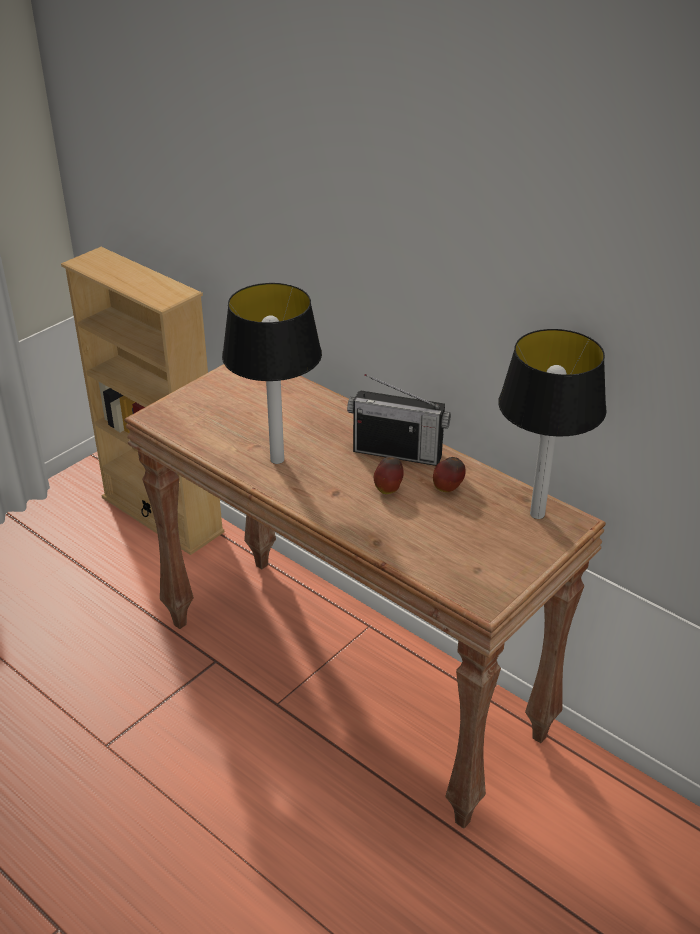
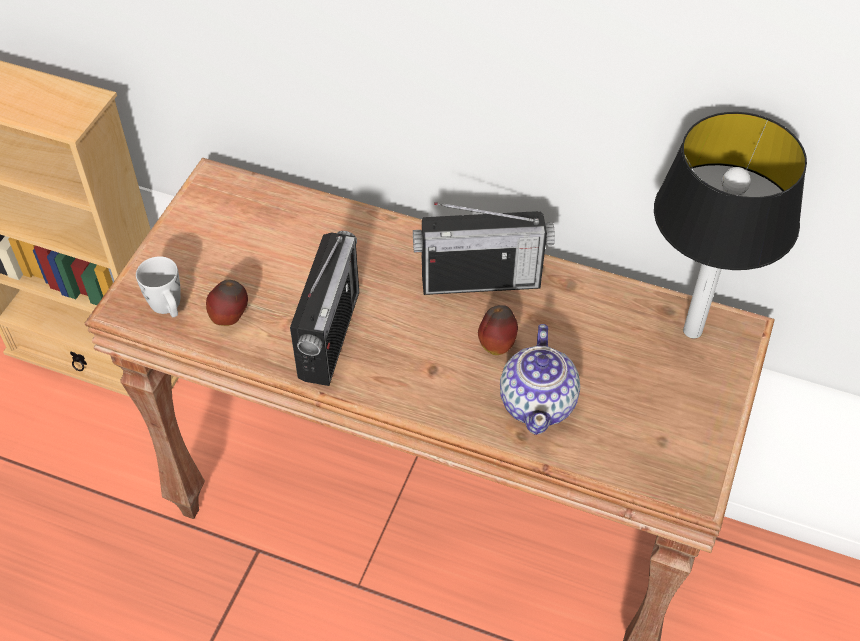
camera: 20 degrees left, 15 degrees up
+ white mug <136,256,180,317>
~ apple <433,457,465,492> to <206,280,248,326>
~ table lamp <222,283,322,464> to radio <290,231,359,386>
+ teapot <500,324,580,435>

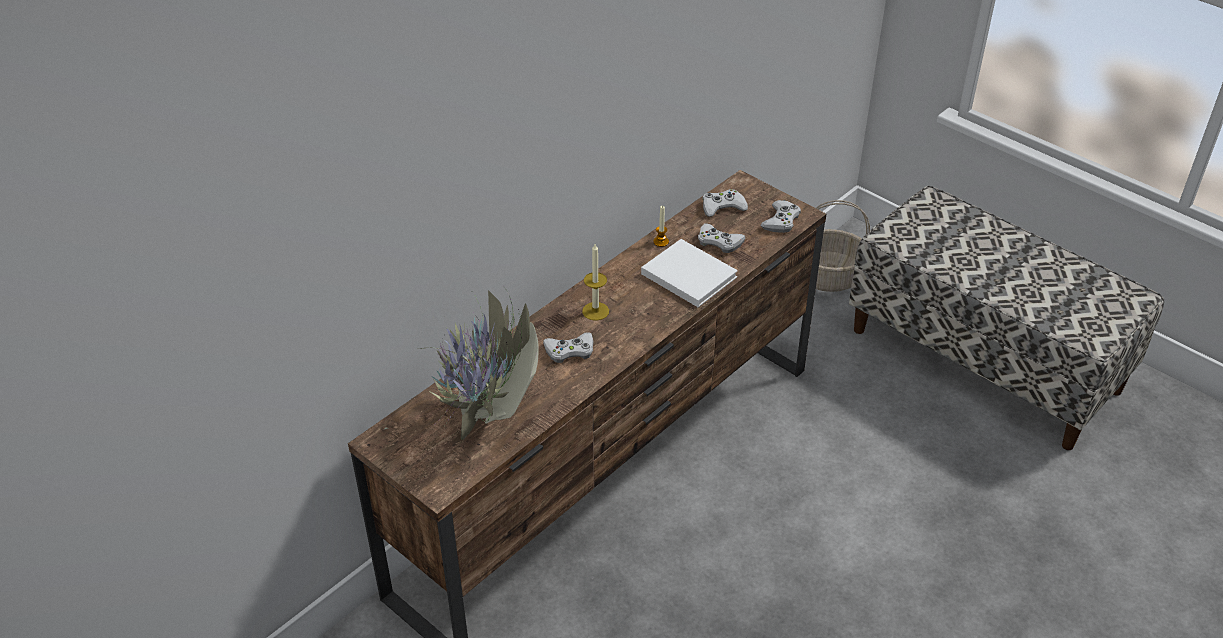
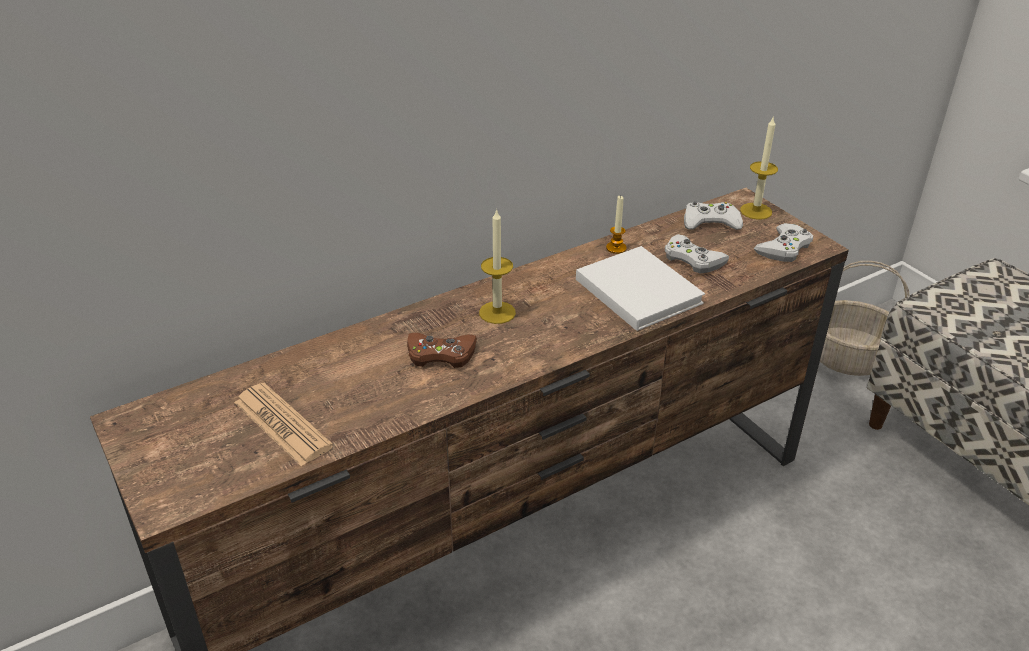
camera: 15 degrees right, 5 degrees down
~ potted plant <383,288,539,440> to newspaper <234,382,333,466>
~ white game controller <543,332,593,363> to brown game controller <407,333,477,368>
+ candle <740,116,778,220>

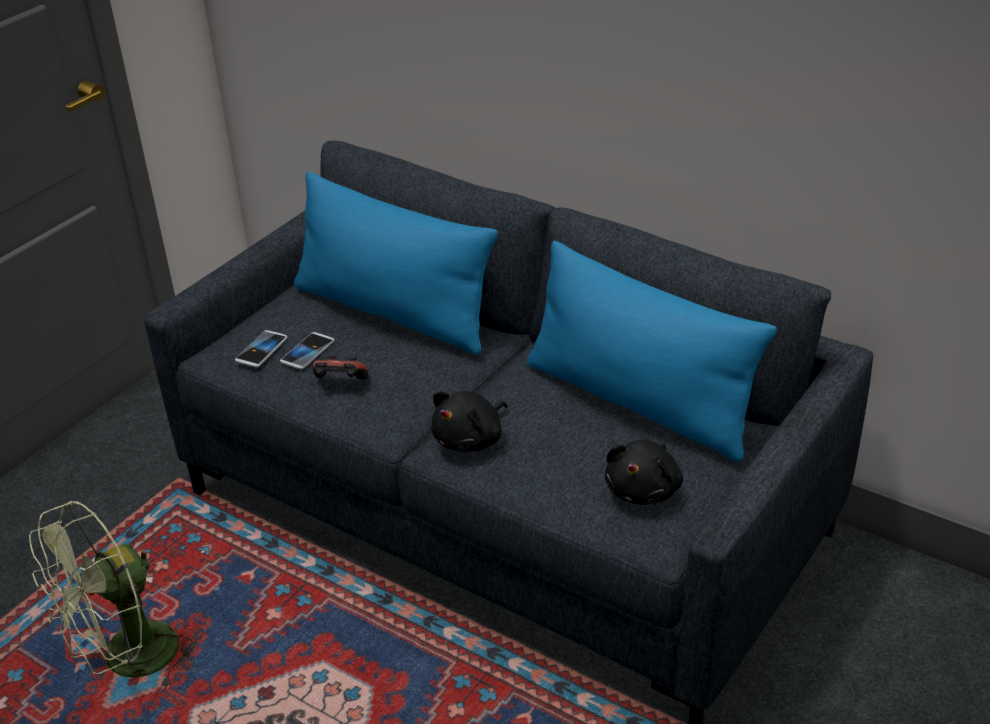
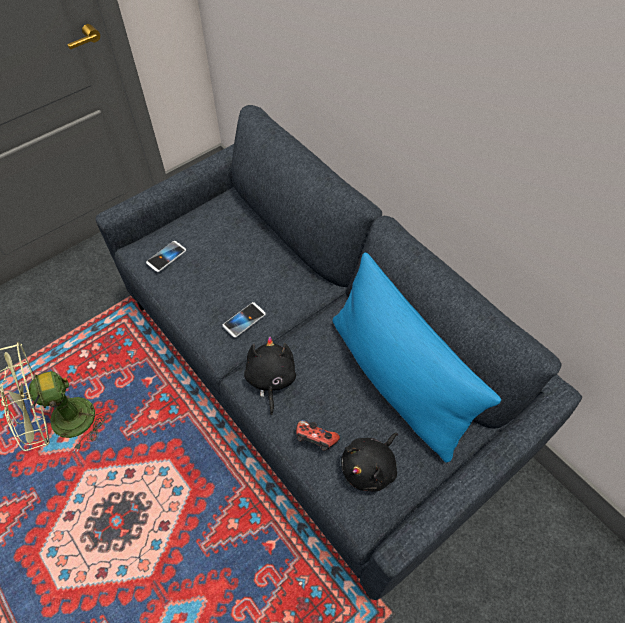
camera: 15 degrees right, 20 degrees up
~ phone <280,332,335,369> to <223,302,266,338>
~ black plush toy <431,391,507,452> = <244,336,296,415> 120 degrees clockwise
~ game controller <313,355,368,380> to <296,420,340,451>
- blue pillow <294,171,498,355>

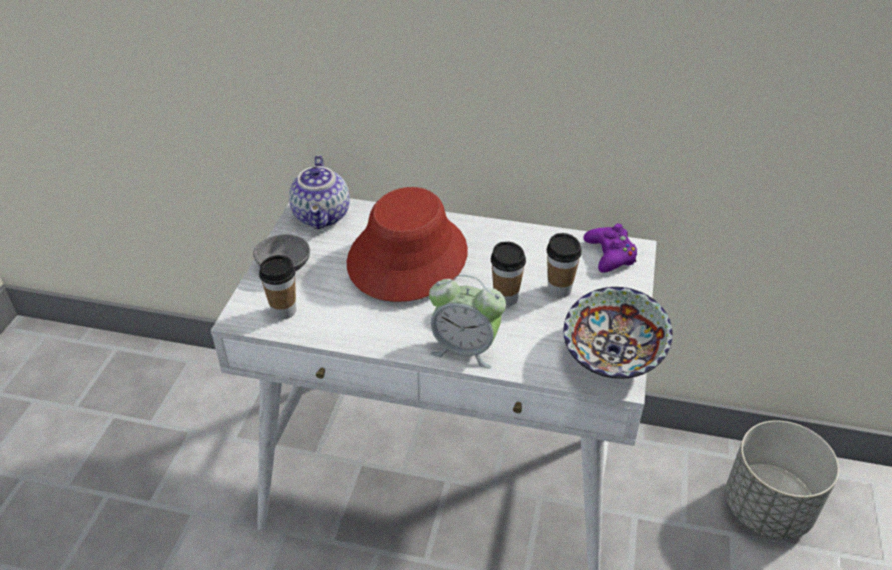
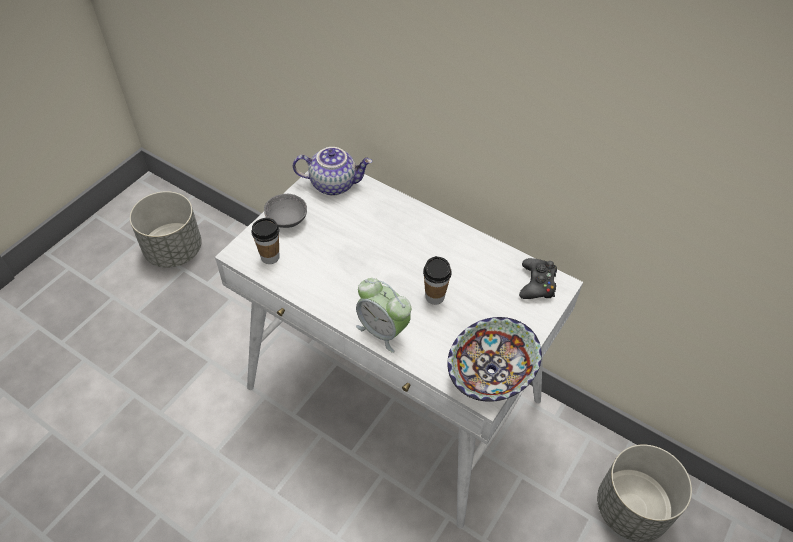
camera: 20 degrees right, 10 degrees up
+ grey planter <130,191,202,267>
~ teapot <289,155,350,229> = <293,147,373,196> 105 degrees counterclockwise
~ purple game controller <583,223,637,273> to black game controller <519,258,557,299>
- red hat <347,187,468,302>
- cup <547,233,582,297>

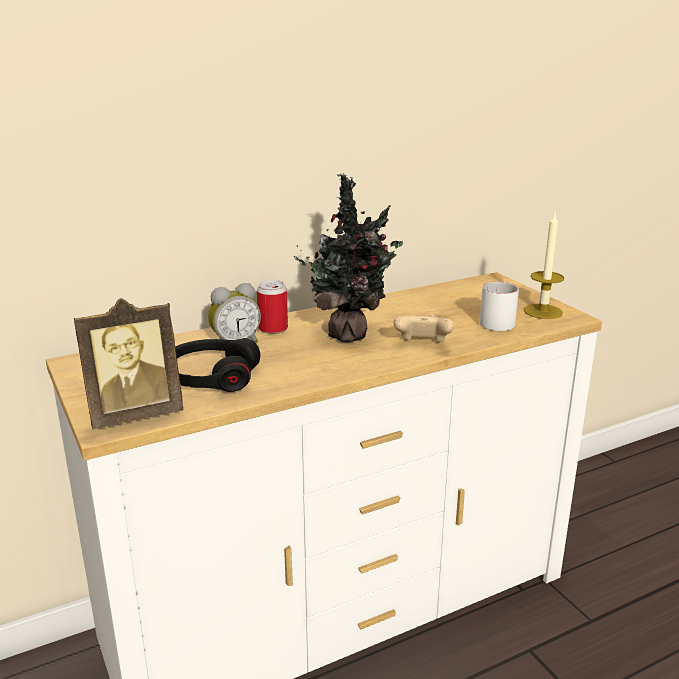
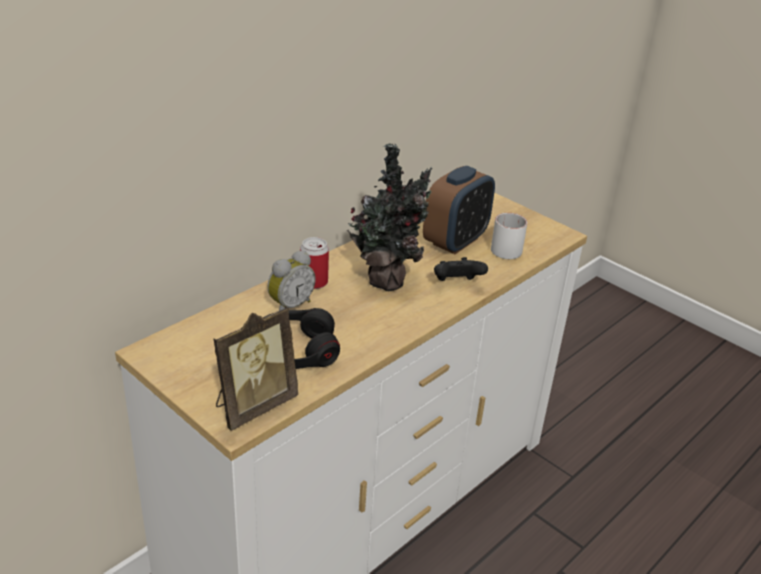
camera: 20 degrees left, 10 degrees up
+ alarm clock <423,166,495,254>
~ beige game controller <393,314,454,342> to black game controller <434,257,488,281>
- candle <524,213,564,319>

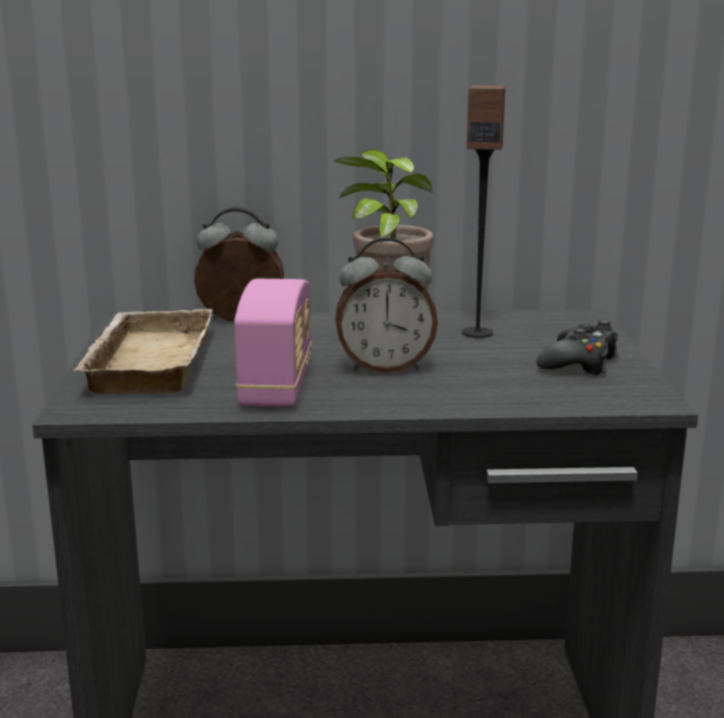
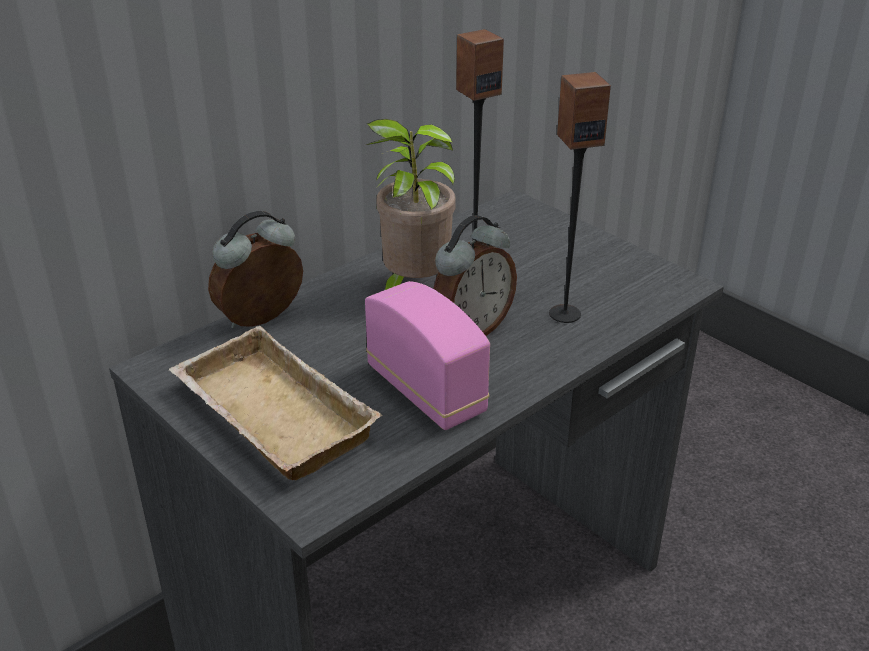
camera: 40 degrees left, 15 degrees up
+ speaker <549,72,611,323>
- black game controller <536,320,619,375>

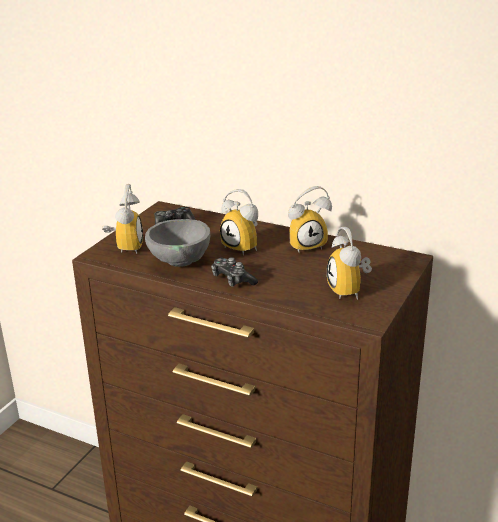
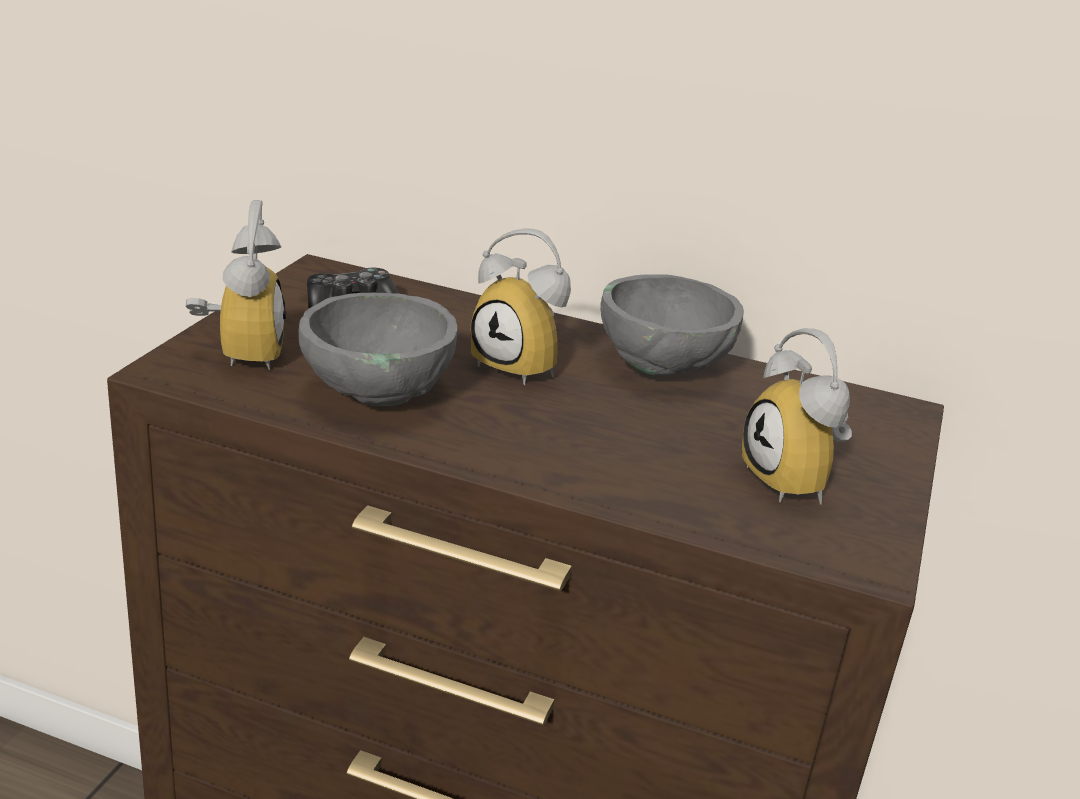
camera: 10 degrees left, 0 degrees up
~ alarm clock <288,186,332,253> to grey bowl <600,274,744,376>
- game controller <211,257,258,287>

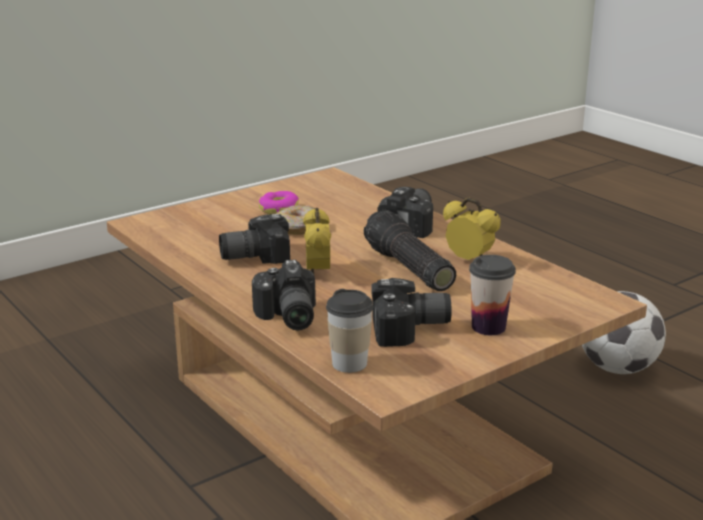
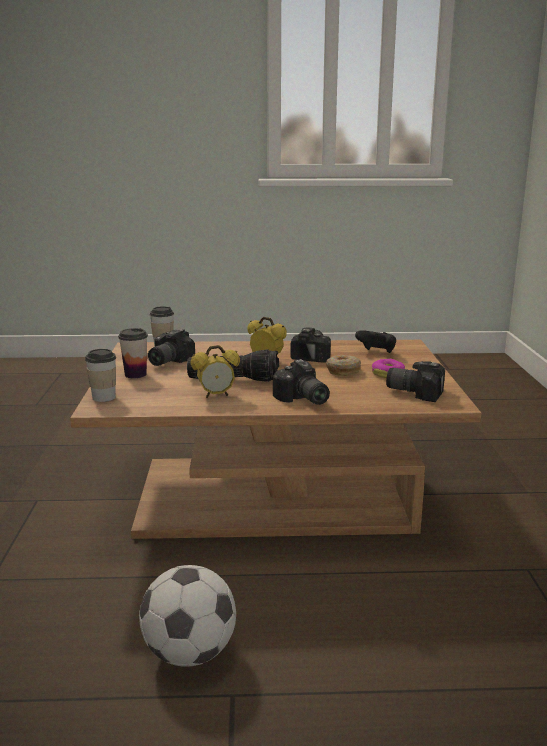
camera: 125 degrees right, 5 degrees down
+ cup <85,349,116,402>
+ black game controller <355,330,396,353>
~ photo camera <252,260,316,330> to <386,361,445,402>

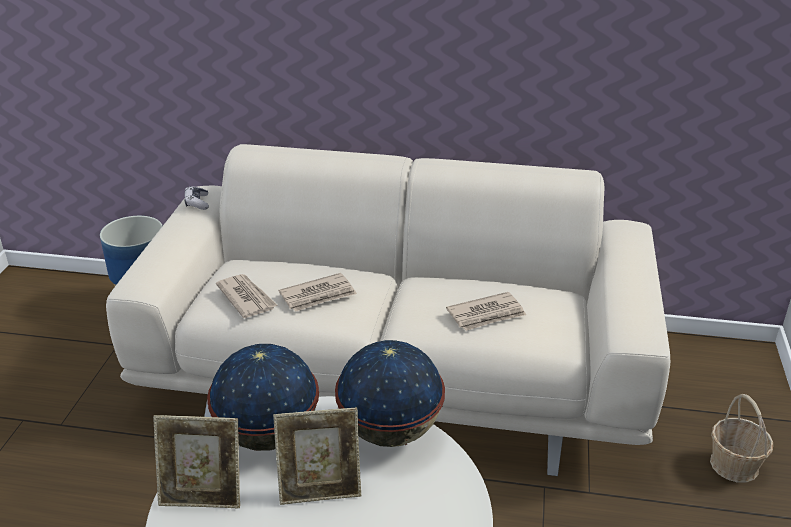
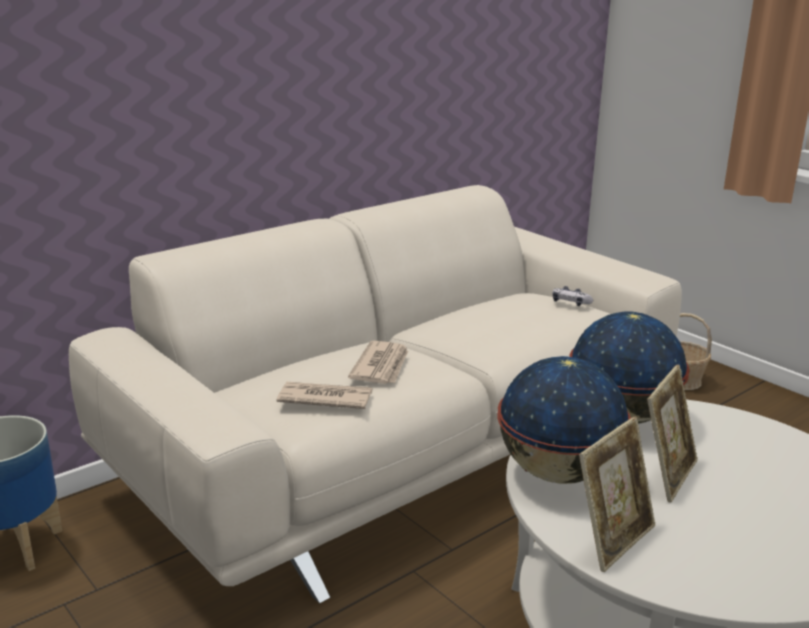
camera: 50 degrees left, 10 degrees down
~ game controller <185,186,209,210> to <552,286,593,306>
- newspaper <446,292,526,331>

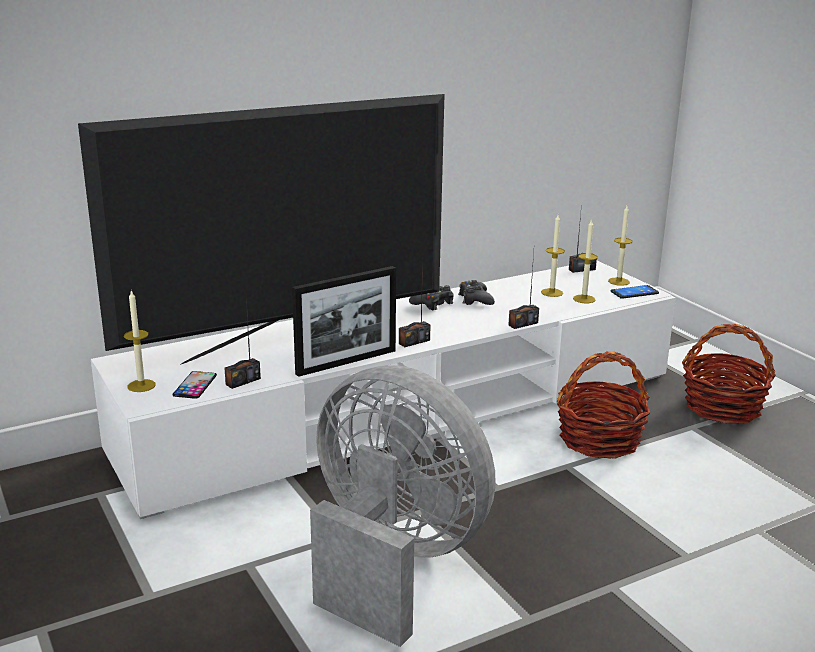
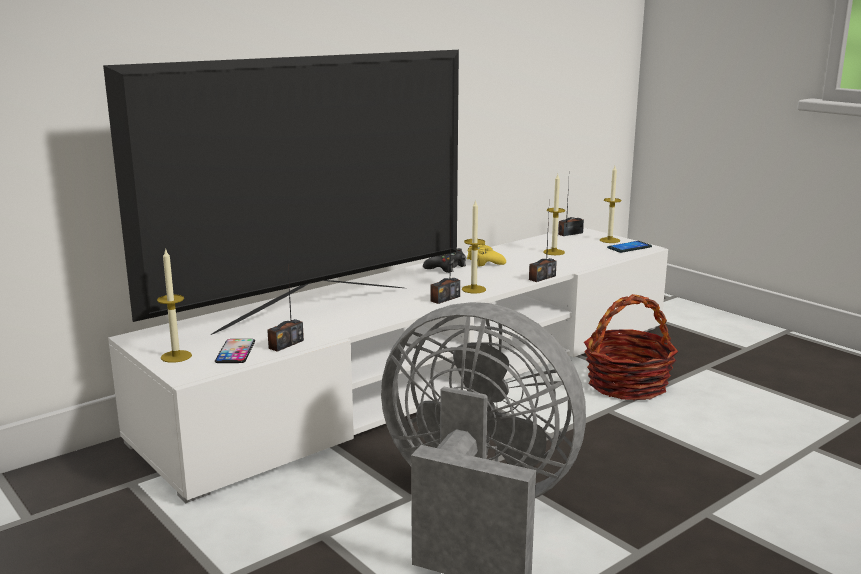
camera: 10 degrees left, 5 degrees down
~ candle <573,219,598,303> to <462,200,486,294>
~ black game controller <458,280,495,305> to yellow game controller <467,243,506,266>
- picture frame <292,266,396,377>
- basket <682,324,776,424>

